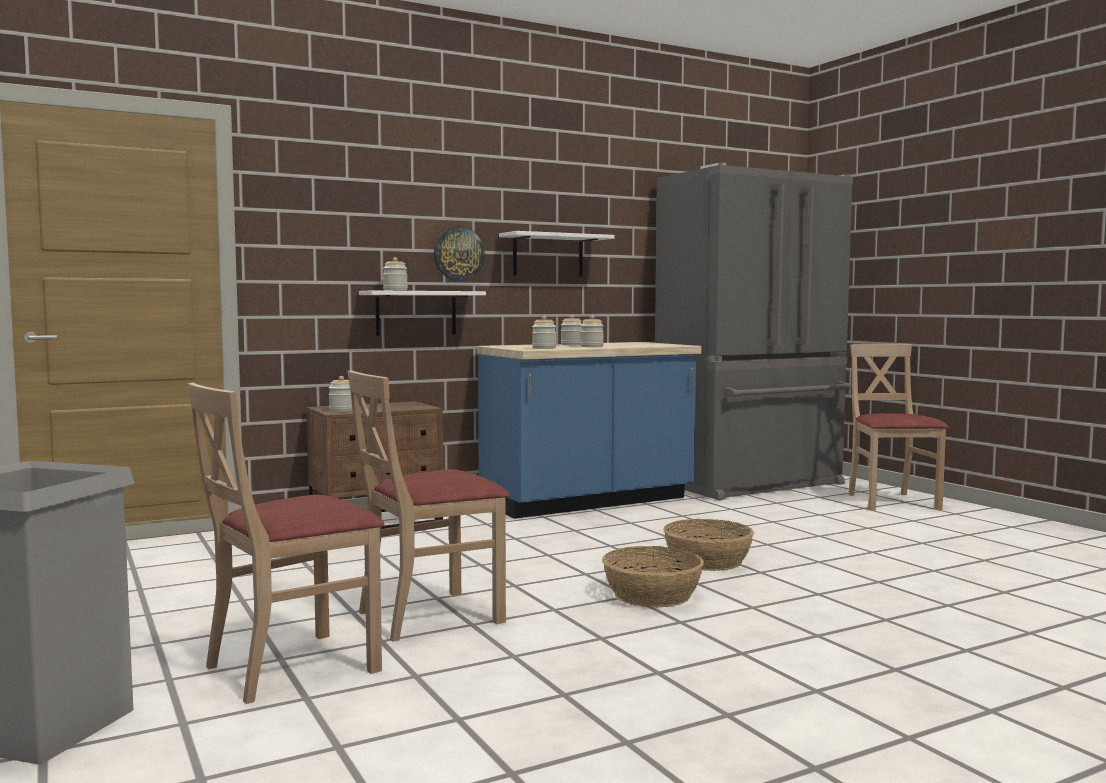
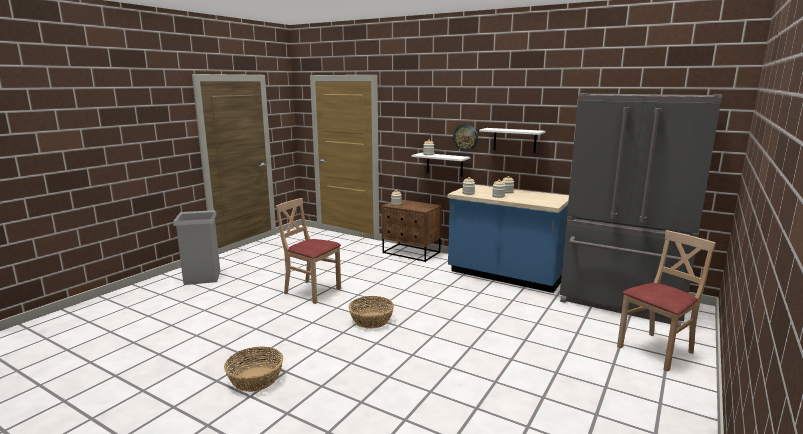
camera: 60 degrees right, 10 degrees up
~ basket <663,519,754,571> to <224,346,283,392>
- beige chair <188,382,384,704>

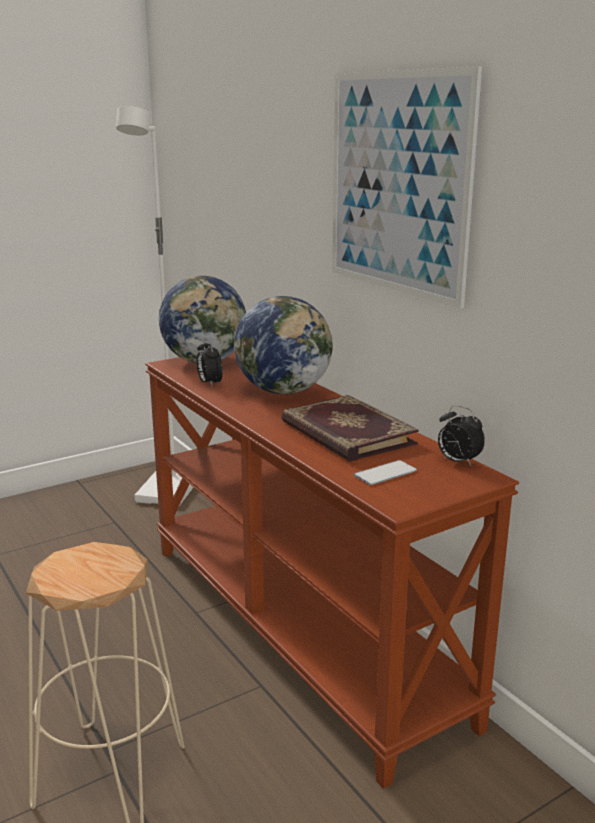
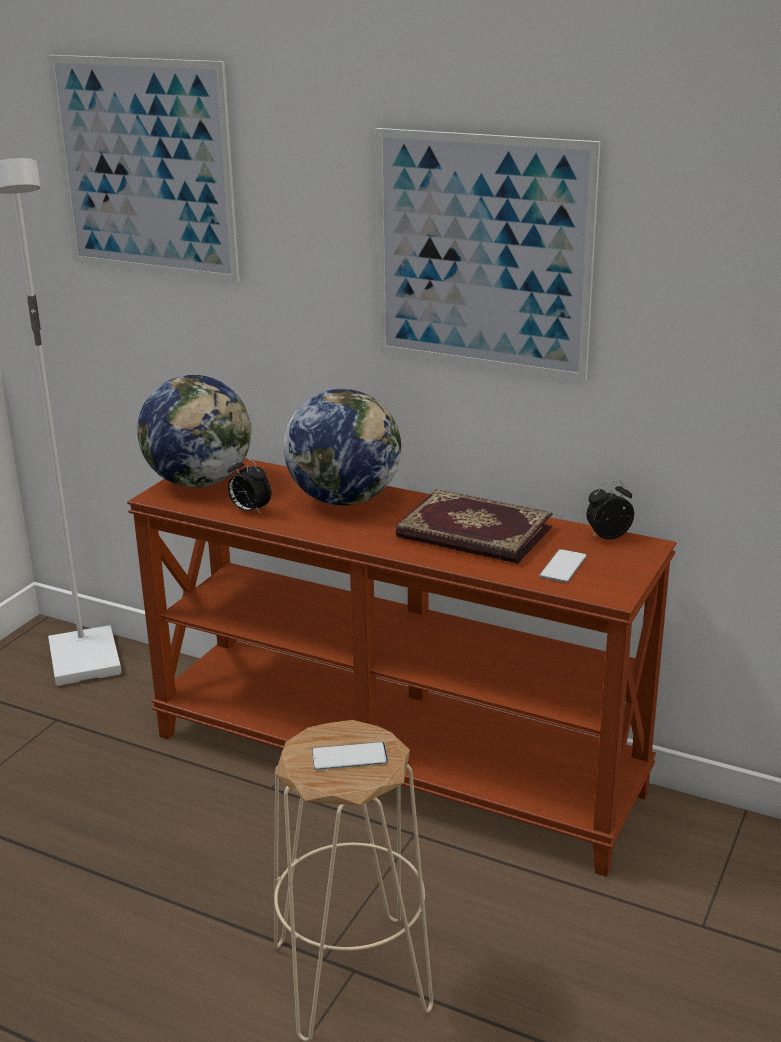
camera: 30 degrees left, 5 degrees up
+ picture <47,55,240,282>
+ phone <312,742,388,770>
~ alarm clock <438,405,485,467> = <586,480,634,540> 150 degrees clockwise

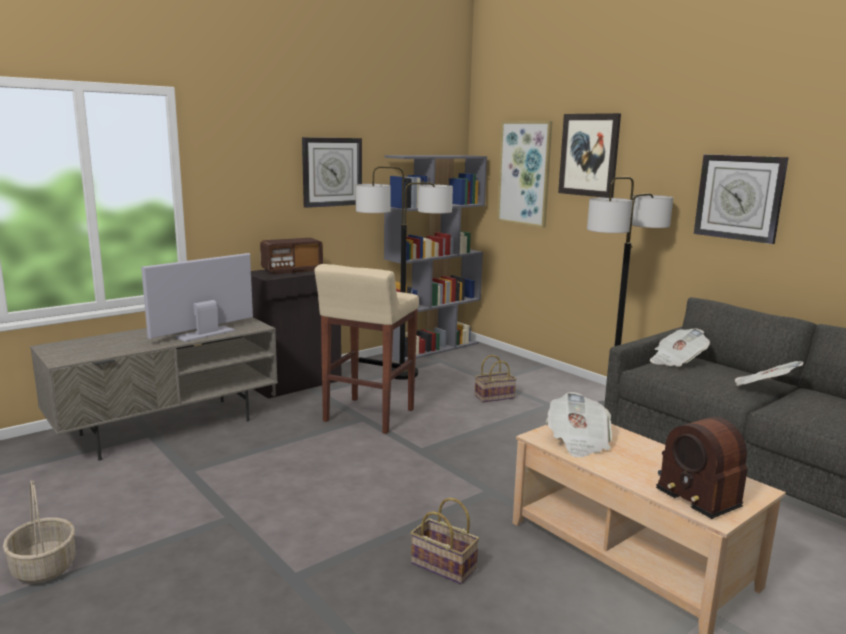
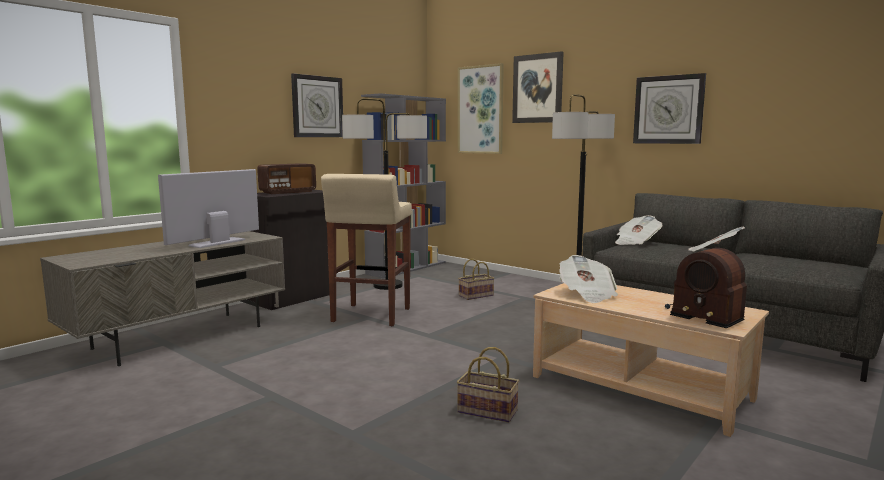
camera: 10 degrees left, 5 degrees down
- basket <3,480,75,583>

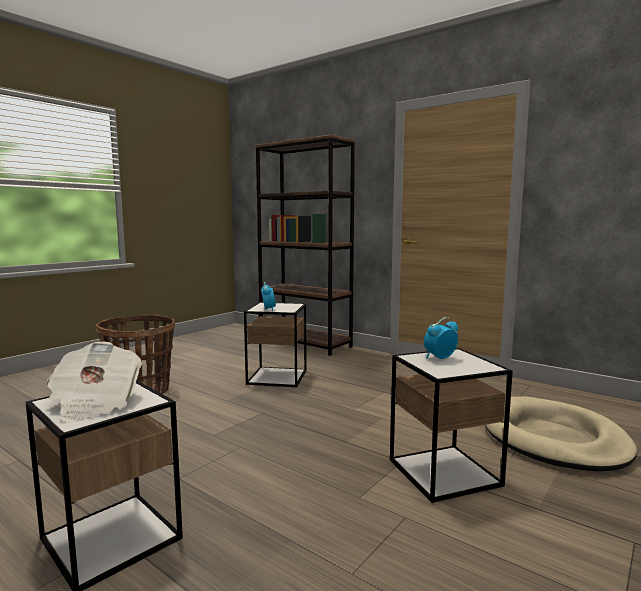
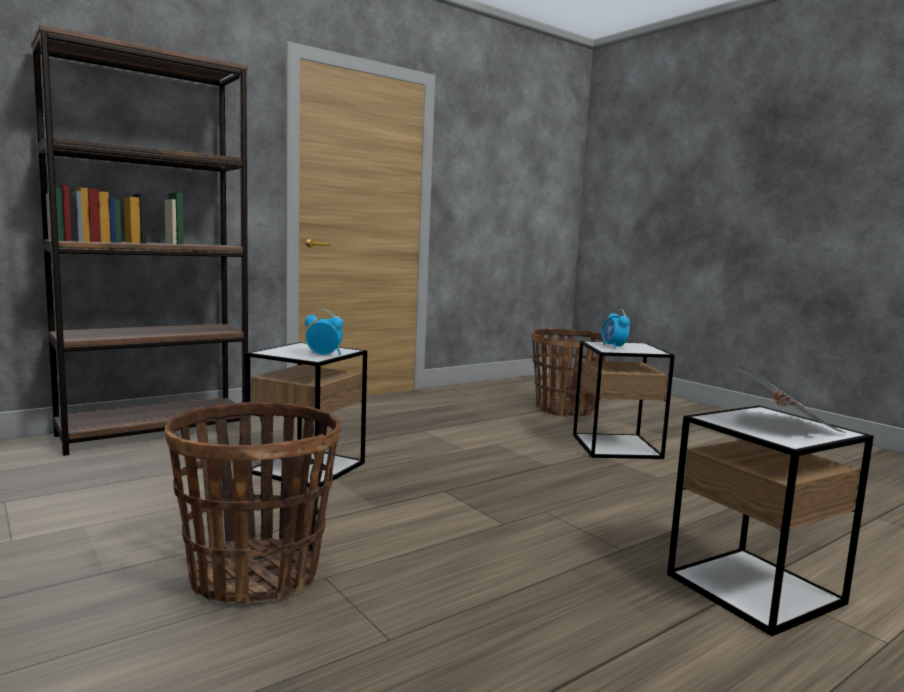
camera: 75 degrees left, 0 degrees up
~ beige dog bed <485,397,637,471> to basket <531,328,606,417>

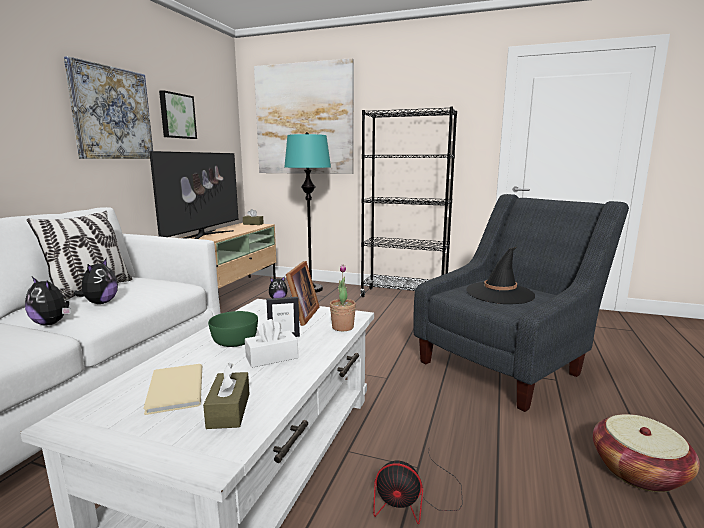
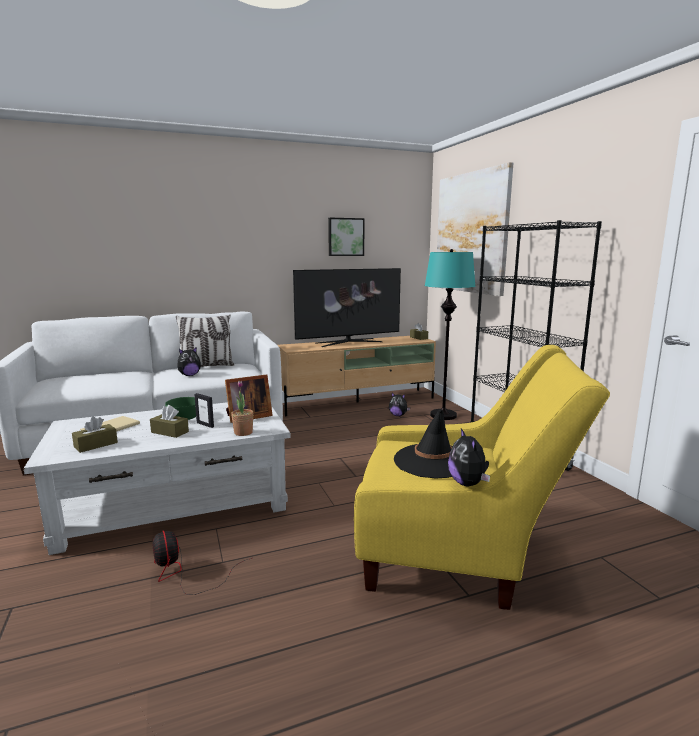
camera: 50 degrees right, 0 degrees up
~ white tissue box <245,319,298,368> to brown tissue box <150,405,189,438>
~ grey armchair <413,194,629,412> to yellow armchair <354,345,610,610>
~ plush toy <25,277,71,325> to <448,428,490,486>
- picture <64,56,153,159>
- basket <593,414,700,492>

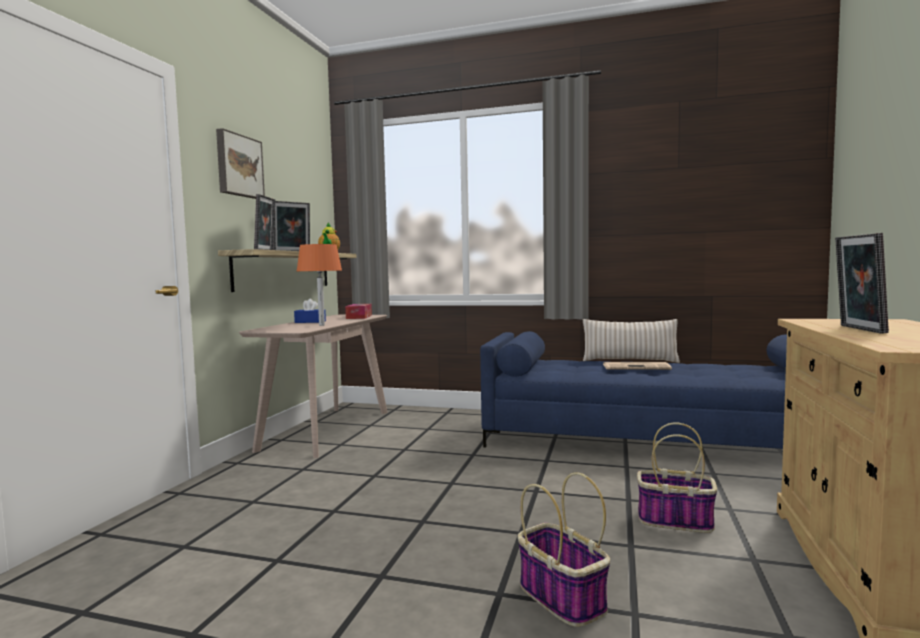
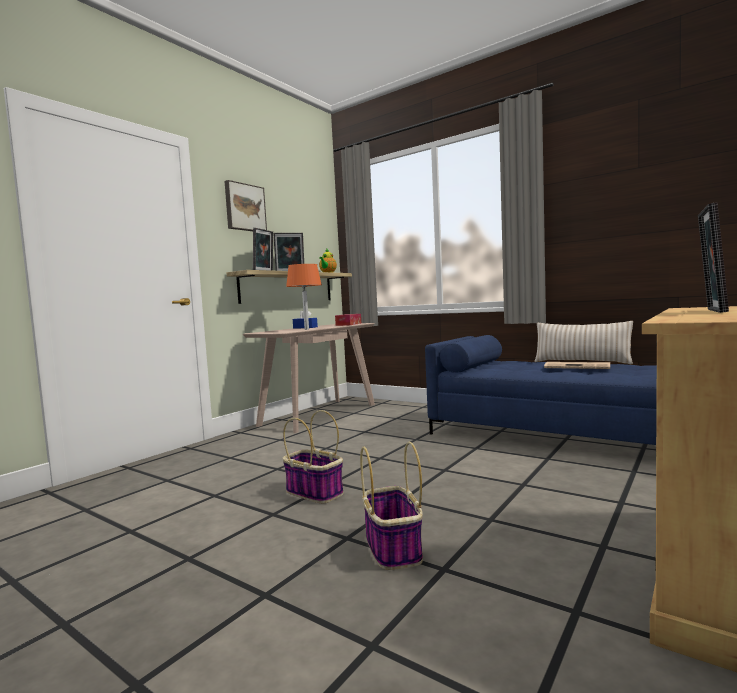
camera: 20 degrees right, 0 degrees up
~ basket <637,422,717,533> to <283,410,344,503>

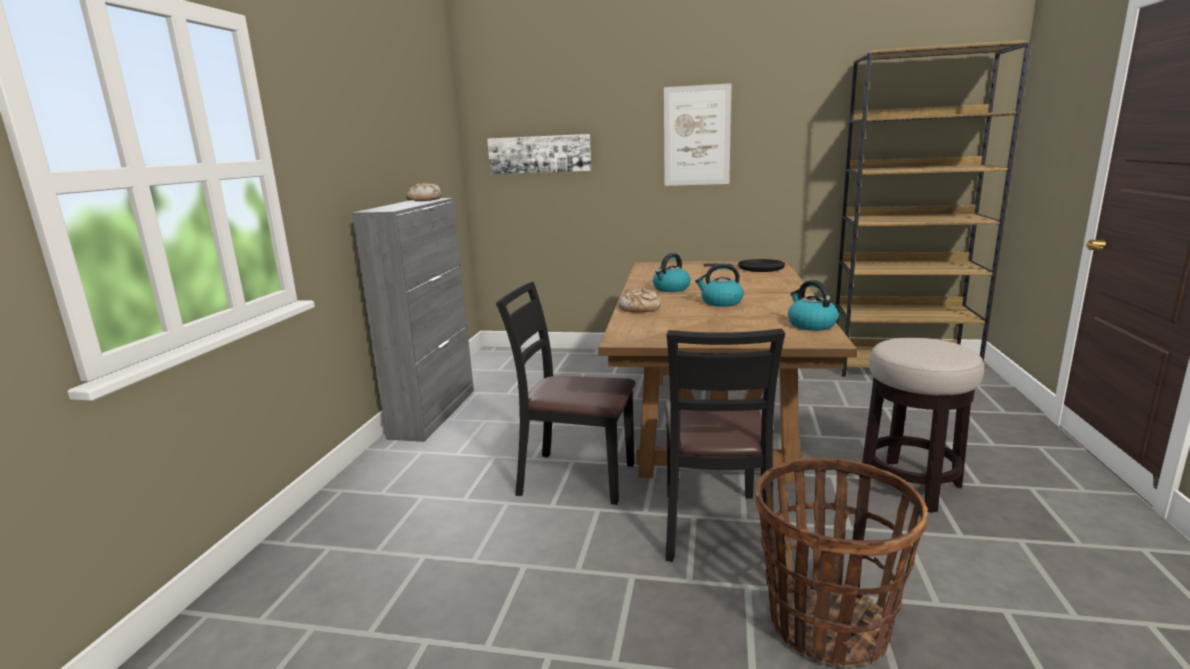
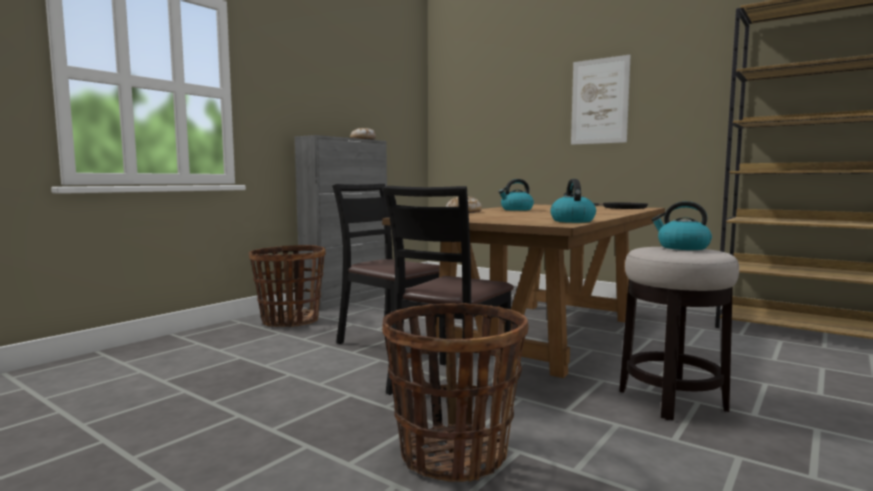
camera: 25 degrees right, 10 degrees down
+ basket <249,245,326,327>
~ kettle <695,263,743,307> to <651,201,712,250>
- picture <487,134,591,174>

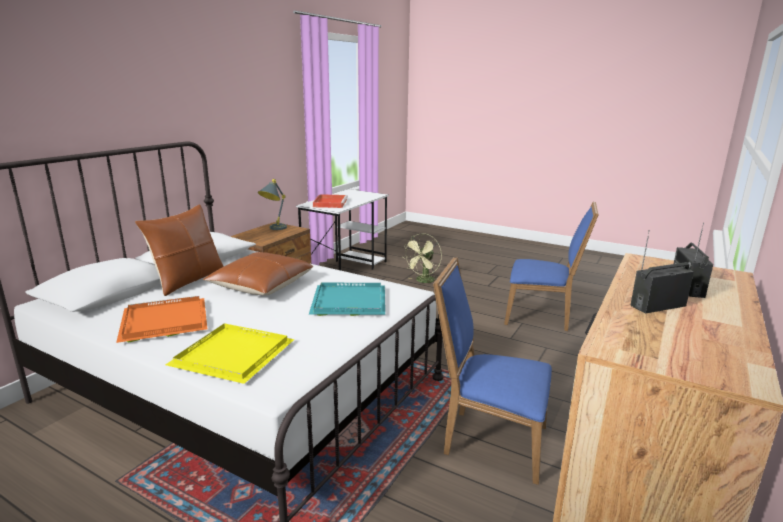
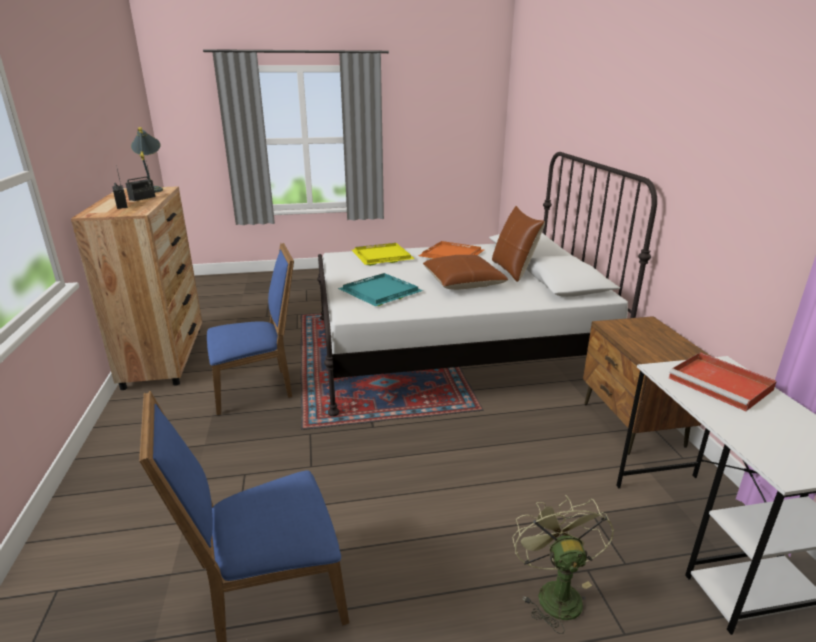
camera: 140 degrees right, 5 degrees up
~ grey table lamp <258,179,287,230> to <131,127,163,192>

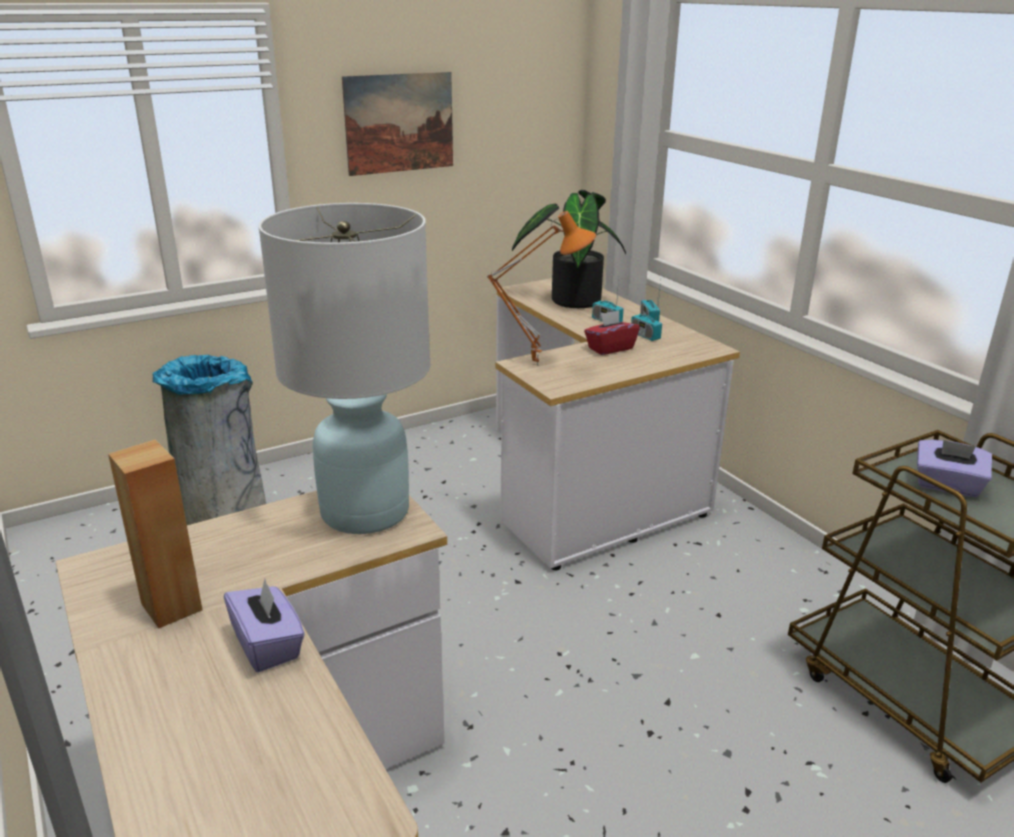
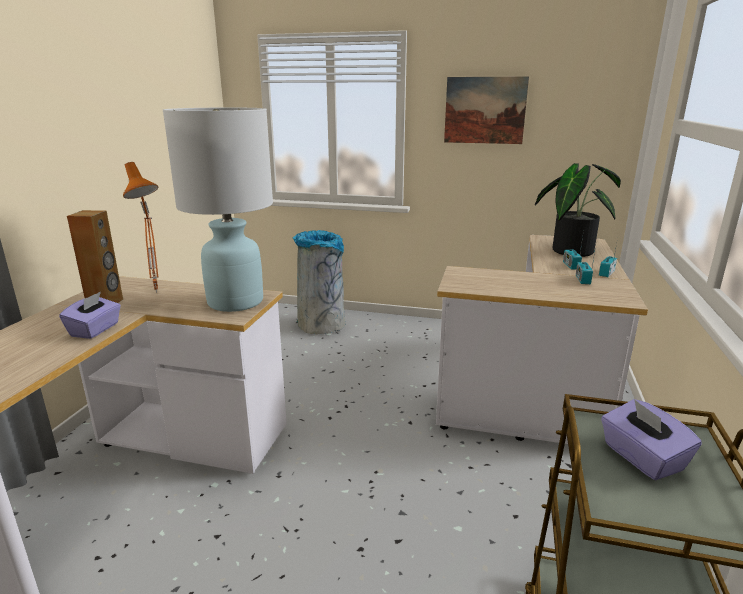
camera: 45 degrees right, 5 degrees down
~ orange table lamp <487,211,596,366> to <123,162,159,293>
- red tissue box <584,310,640,355>

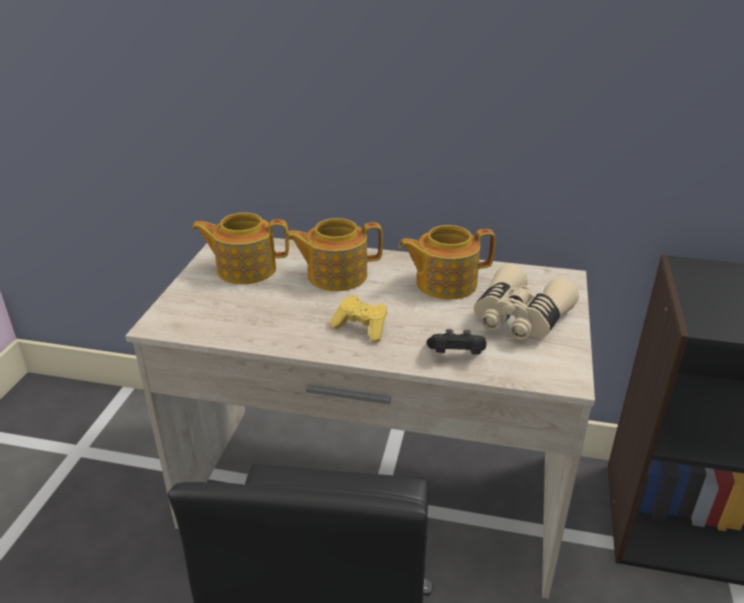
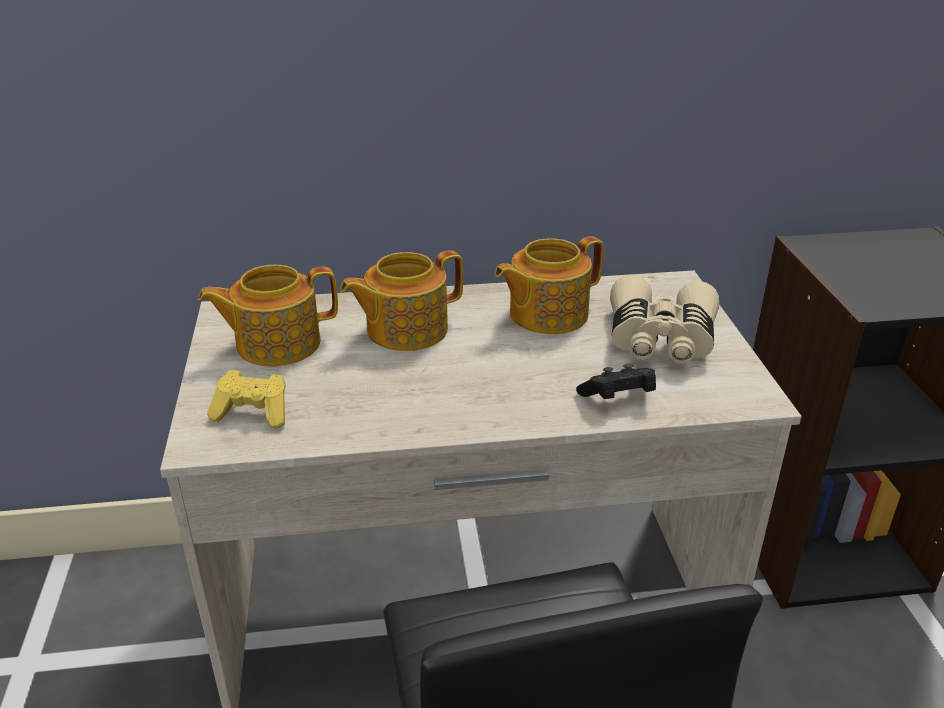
camera: 20 degrees left, 0 degrees up
~ yellow game controller <330,295,387,343> to <207,370,286,429>

